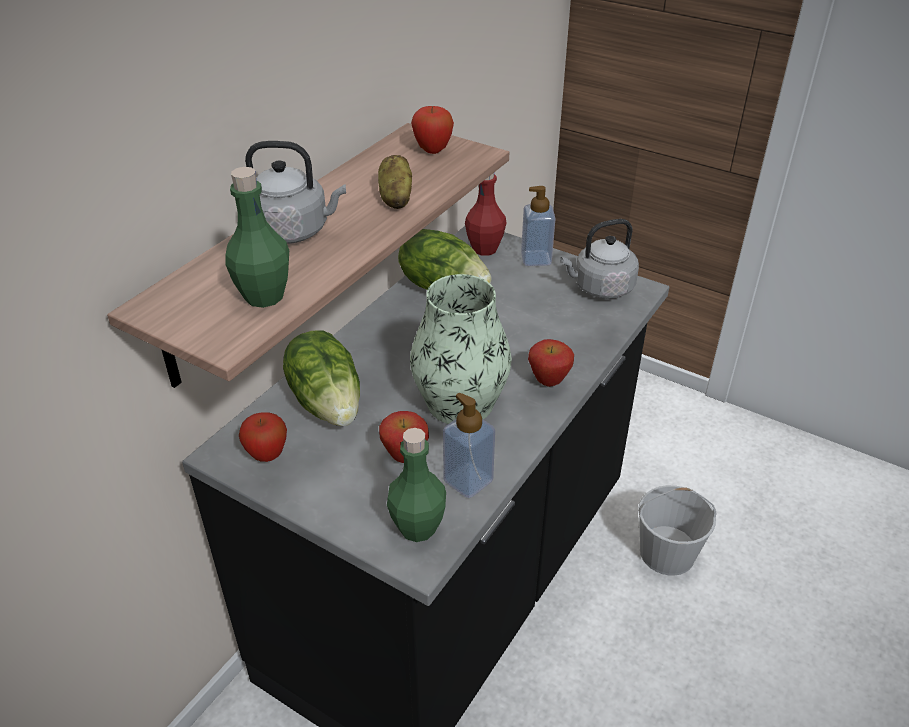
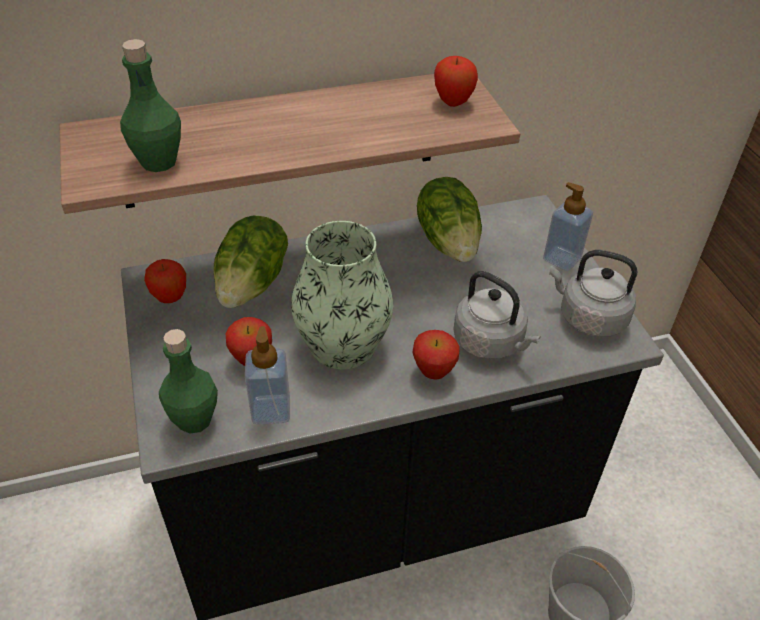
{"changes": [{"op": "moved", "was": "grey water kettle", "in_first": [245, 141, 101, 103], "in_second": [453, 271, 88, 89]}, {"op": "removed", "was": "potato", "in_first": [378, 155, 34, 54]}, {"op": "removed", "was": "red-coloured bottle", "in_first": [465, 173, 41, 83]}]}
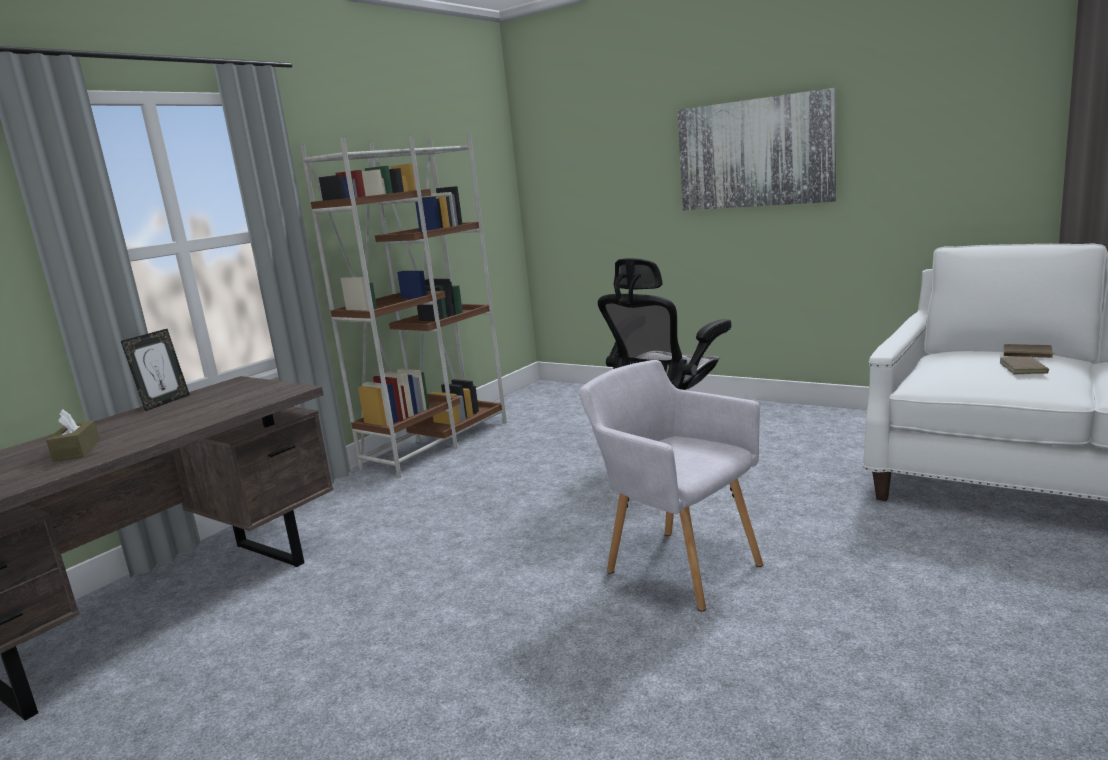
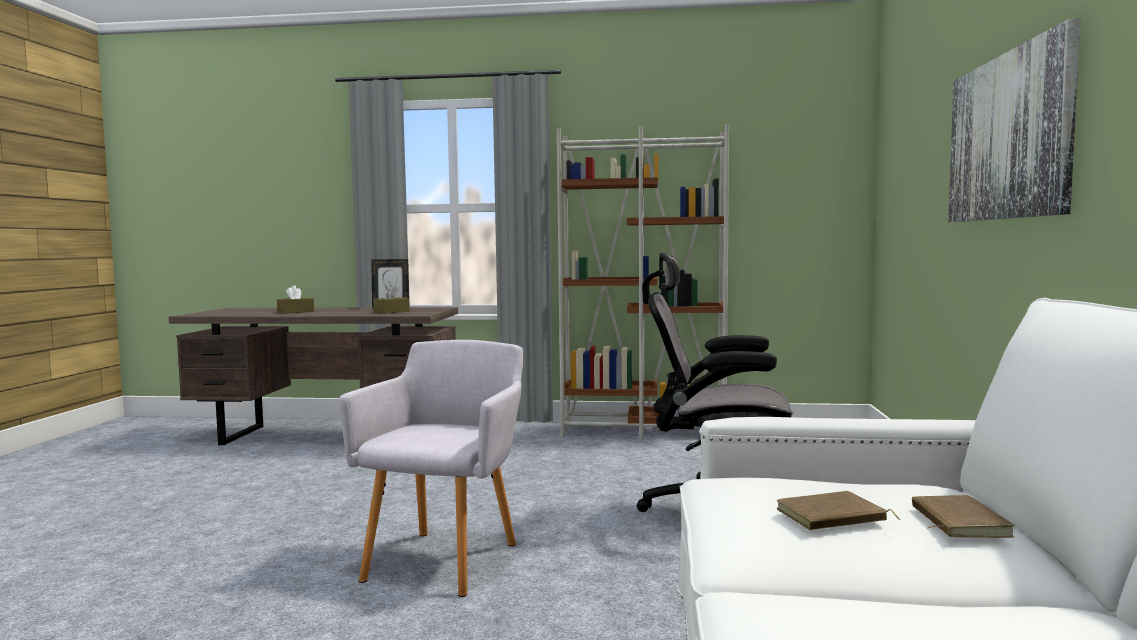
{"changes": [{"op": "added", "now": "brown-coloured box of tissues", "in_second": [373, 285, 37, 29]}]}
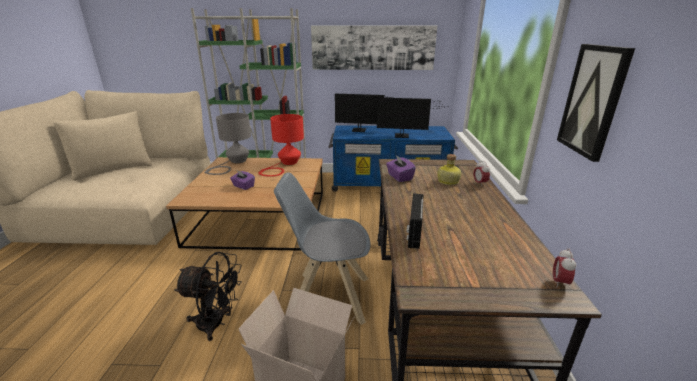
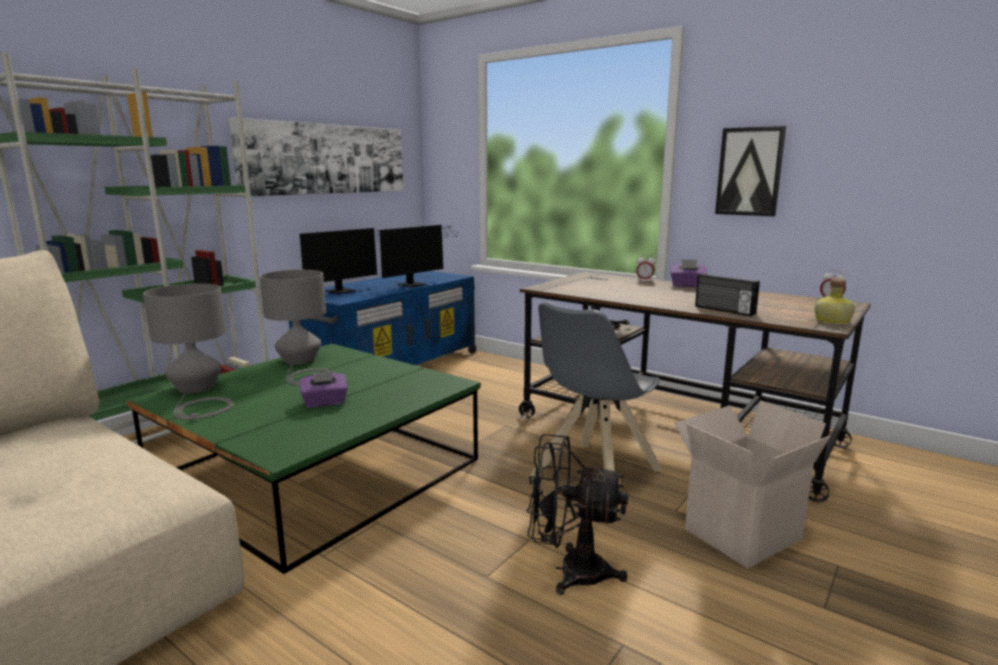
{"changes": [{"op": "recoloured", "was": "brown-coloured lounge table", "now": "green-coloured lounge table", "in_first": [166, 157, 157, 94], "in_second": [127, 344, 354, 230]}, {"op": "turned", "was": "blackish electric fan", "in_first": [174, 252, 68, 89], "in_second": [527, 434, 101, 161], "clockwise": -120}, {"op": "recoloured", "was": "red-coloured tabletop lamp", "now": "grey tabletop lamp", "in_first": [258, 114, 46, 63], "in_second": [260, 270, 74, 115]}, {"op": "moved", "was": "purple-coloured box of tissues", "in_first": [386, 155, 30, 27], "in_second": [670, 259, 37, 28]}, {"op": "moved", "was": "bottle", "in_first": [437, 154, 25, 31], "in_second": [815, 279, 40, 46]}]}
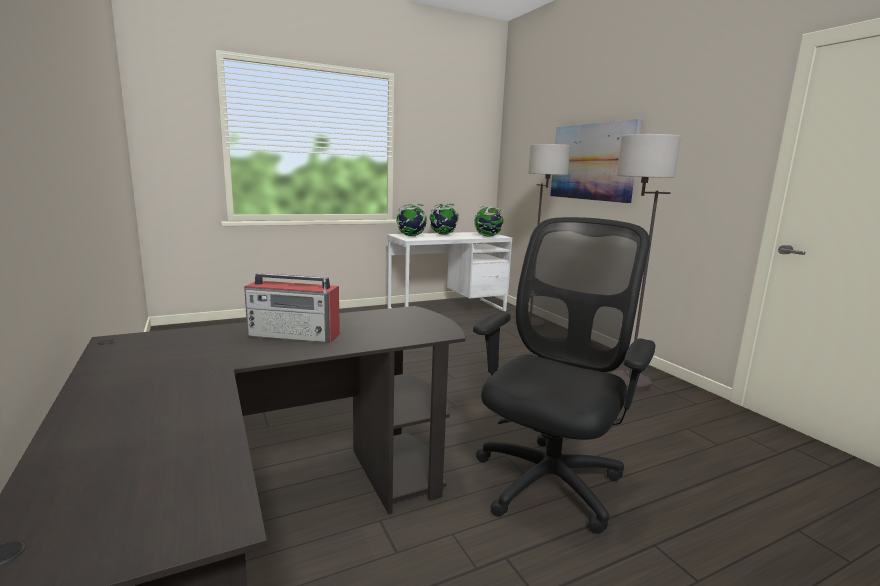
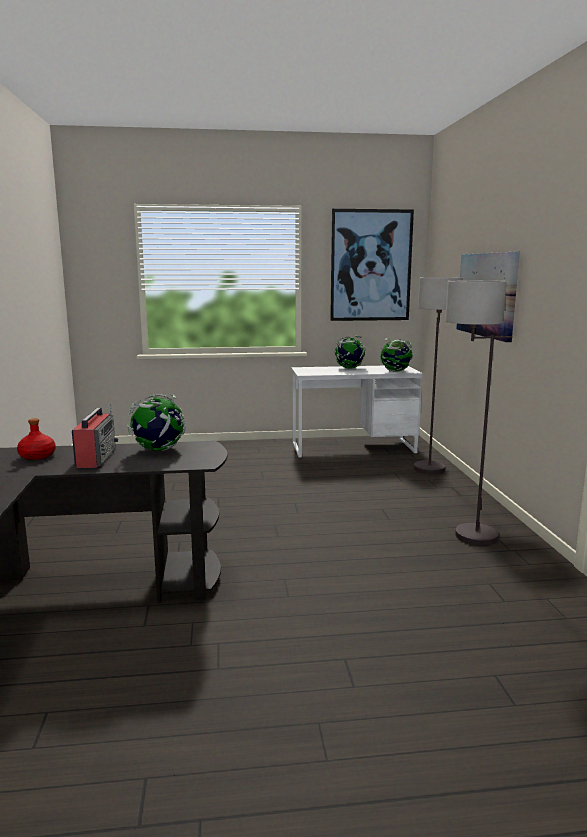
{"changes": [{"op": "turned", "was": "radio set", "in_first": [244, 273, 96, 70], "in_second": [72, 404, 46, 64], "clockwise": -120}, {"op": "moved", "was": "globe", "in_first": [396, 204, 31, 33], "in_second": [127, 394, 58, 57]}, {"op": "removed", "was": "blackish office chair", "in_first": [473, 217, 182, 317]}, {"op": "added", "now": "red-coloured bottle", "in_second": [17, 418, 39, 42]}, {"op": "added", "now": "wall picture", "in_second": [330, 209, 84, 112]}]}
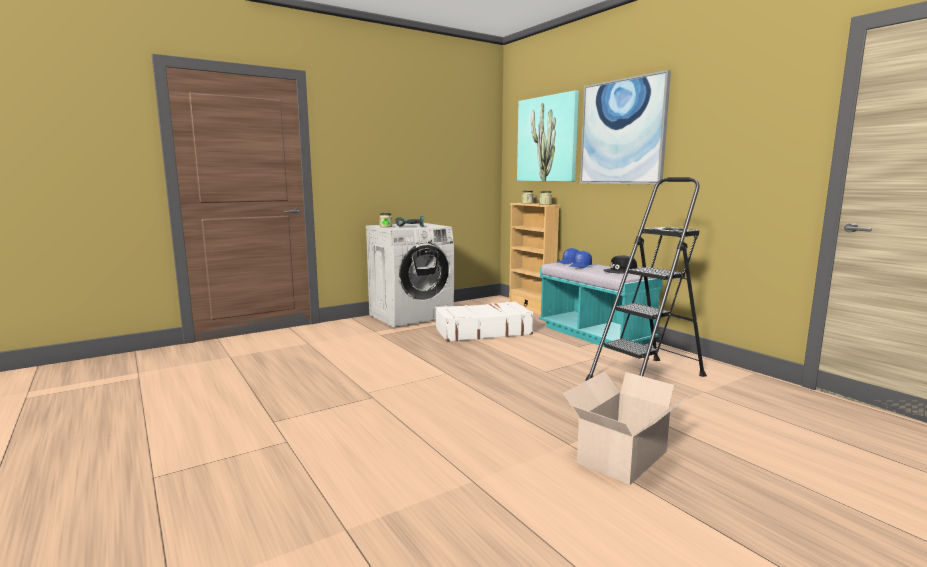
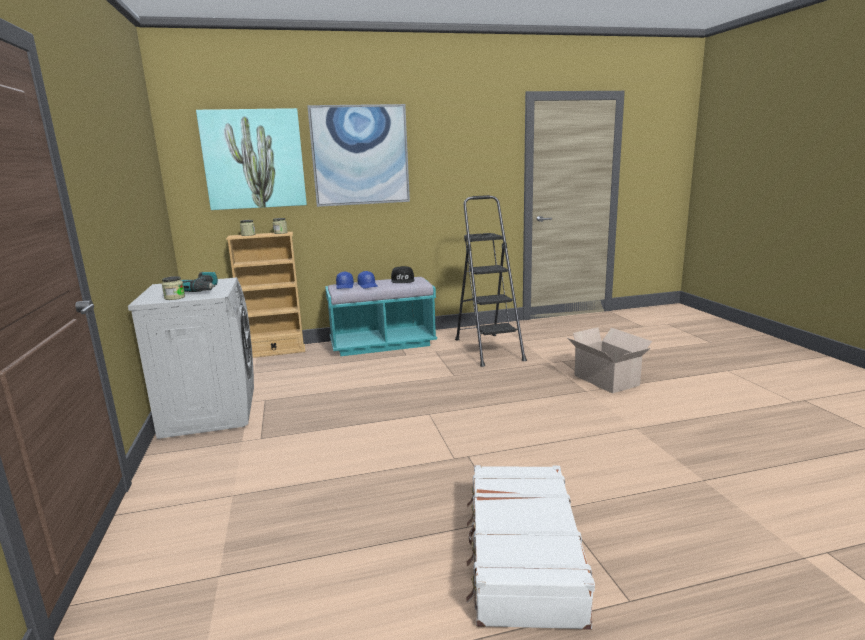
{"changes": [{"op": "moved", "was": "white-coloured piece of luggage", "in_first": [435, 301, 98, 41], "in_second": [466, 465, 129, 165]}]}
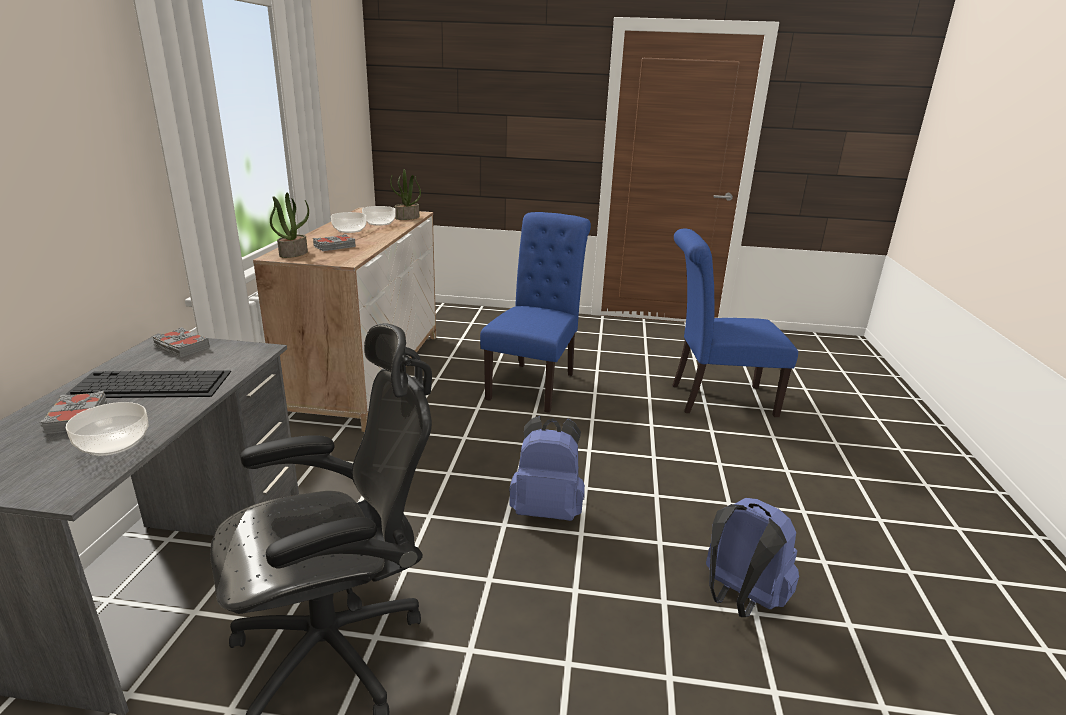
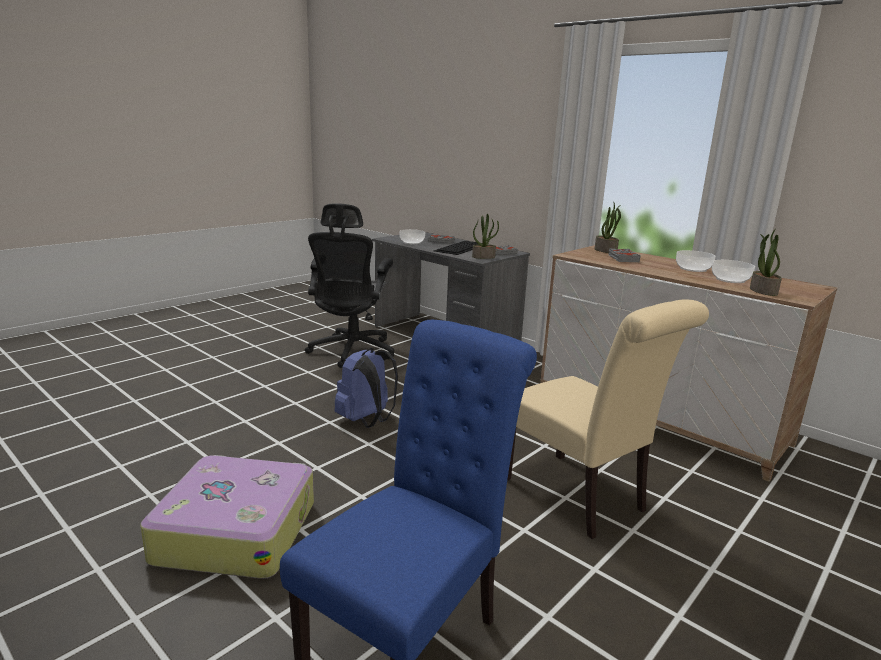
{"changes": [{"op": "recoloured", "was": "blue chair", "now": "beige chair", "in_first": [480, 212, 111, 201], "in_second": [507, 299, 202, 240]}, {"op": "removed", "was": "blue knapsack", "in_first": [706, 498, 93, 119]}, {"op": "added", "now": "piece of luggage", "in_second": [140, 455, 174, 124]}, {"op": "added", "now": "houseplant", "in_second": [472, 214, 27, 45]}]}
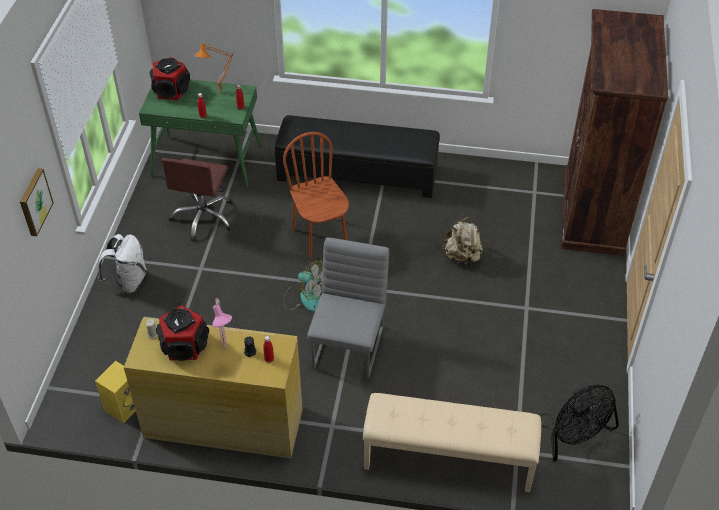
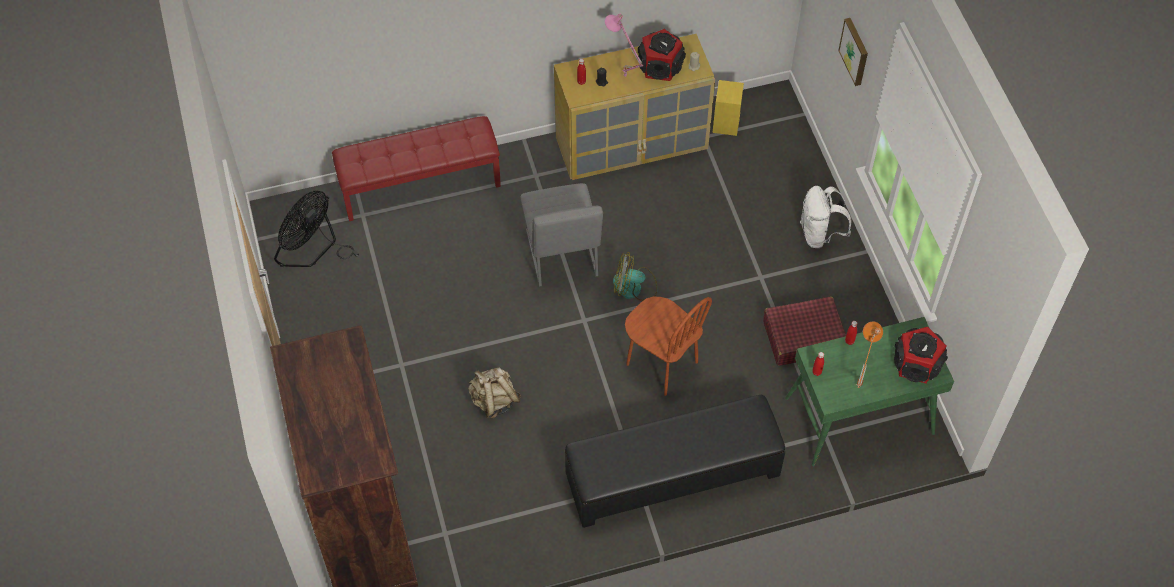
{"changes": [{"op": "replaced", "was": "brown-coloured office chair", "now": "red-coloured piece of luggage", "in_first": [162, 158, 71, 83], "in_second": [763, 297, 83, 69]}, {"op": "recoloured", "was": "beige bench", "now": "red-coloured bench", "in_first": [363, 393, 178, 99], "in_second": [332, 116, 169, 105]}]}
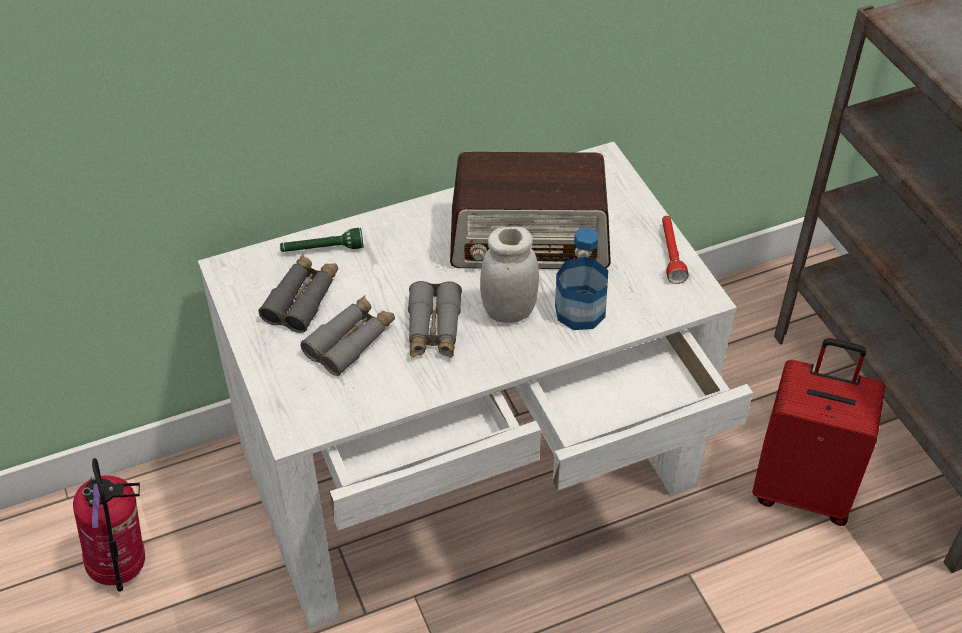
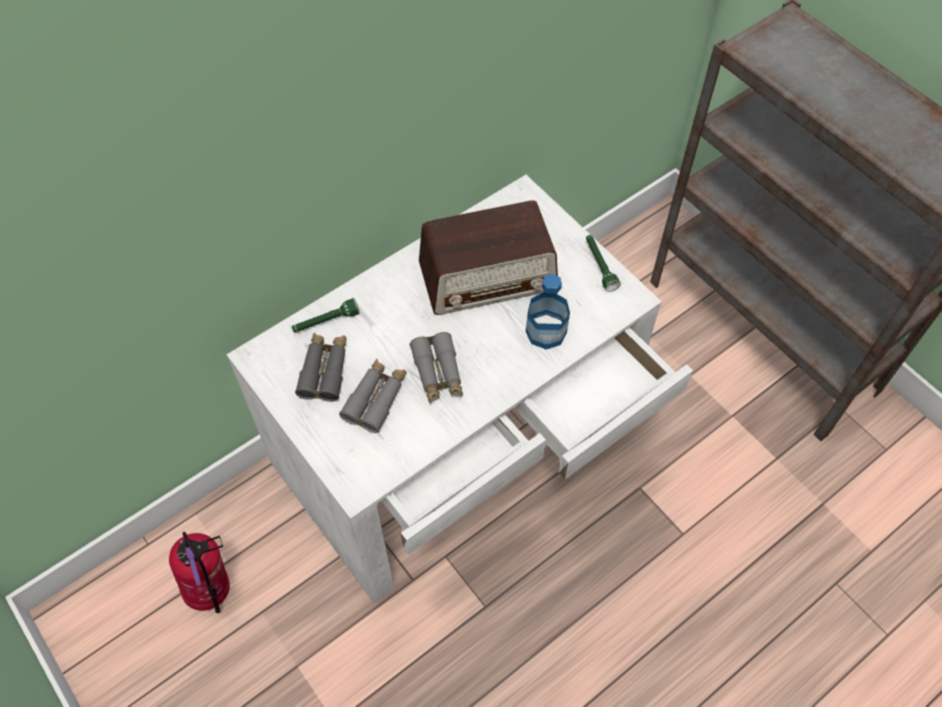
{"changes": [{"op": "removed", "was": "white-coloured preserve jar", "in_first": [480, 226, 59, 97]}, {"op": "recoloured", "was": "red-coloured hand torch", "now": "green-coloured hand torch", "in_first": [662, 216, 26, 68], "in_second": [586, 235, 35, 57]}, {"op": "removed", "was": "red-coloured piece of luggage", "in_first": [752, 338, 133, 188]}]}
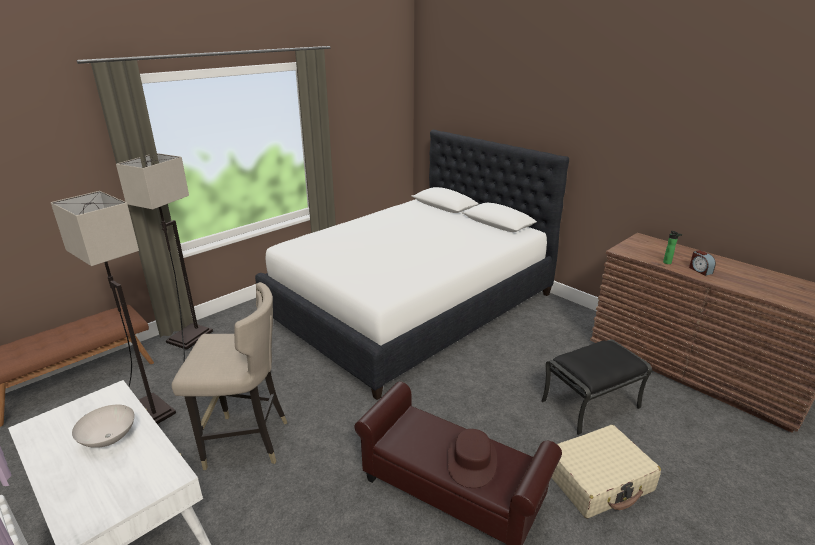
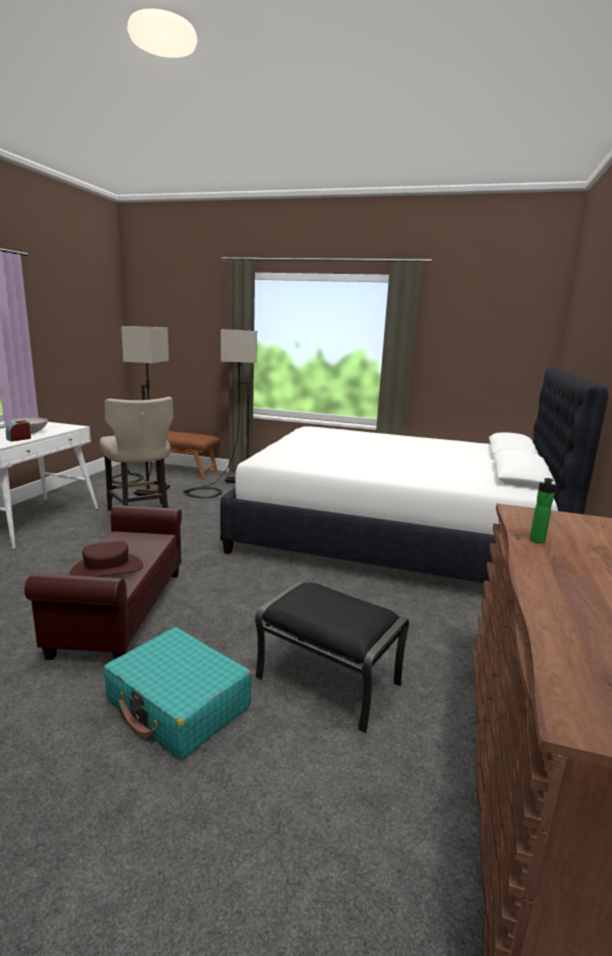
{"changes": [{"op": "recoloured", "was": "beige piece of luggage", "now": "blue-green piece of luggage", "in_first": [551, 425, 110, 93], "in_second": [103, 627, 149, 133]}, {"op": "moved", "was": "table clock", "in_first": [689, 250, 27, 26], "in_second": [6, 420, 25, 22]}]}
